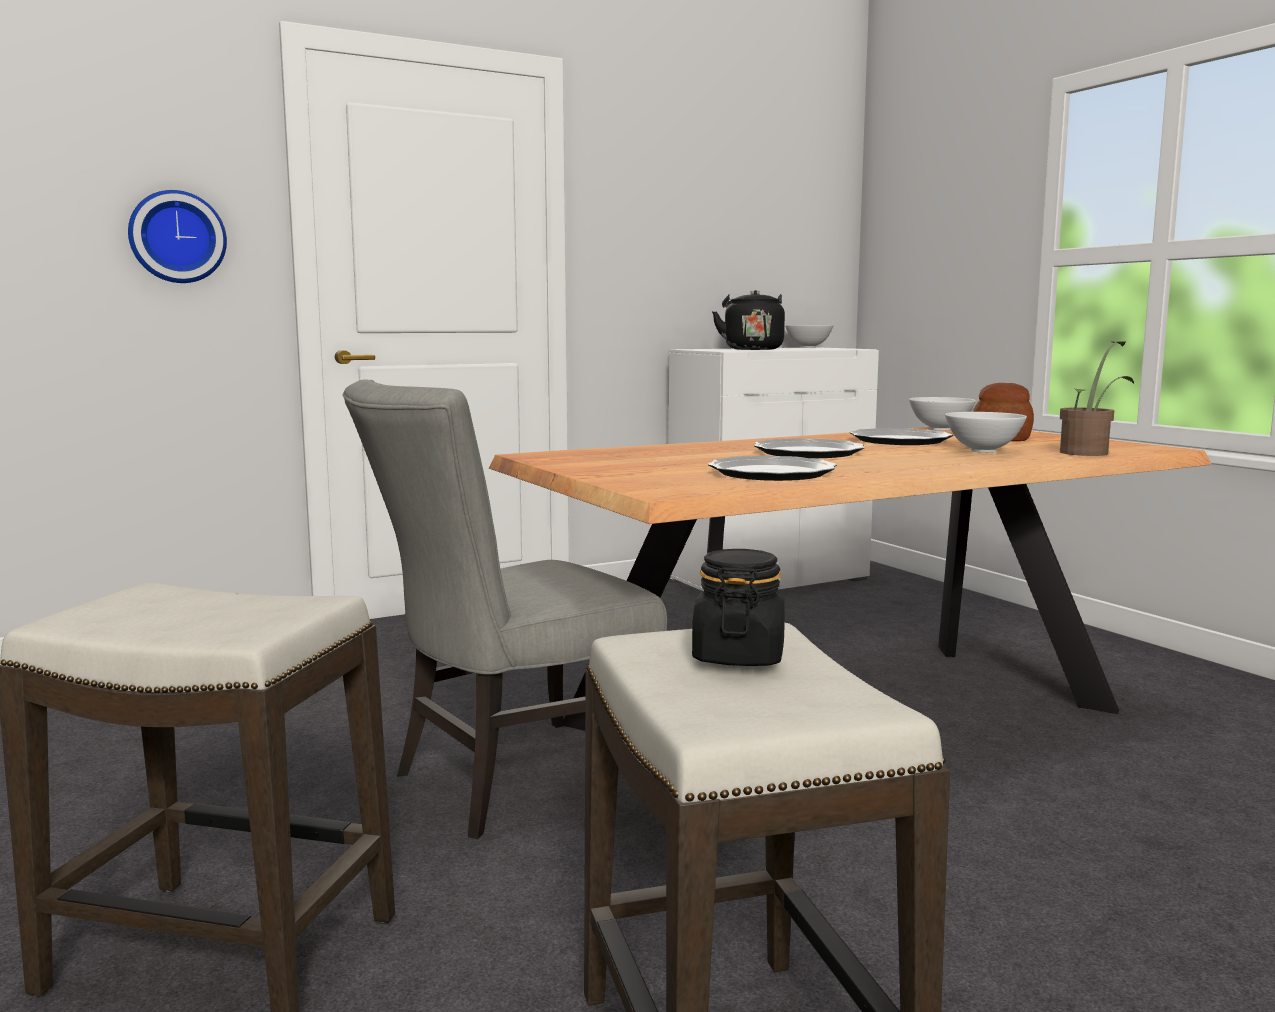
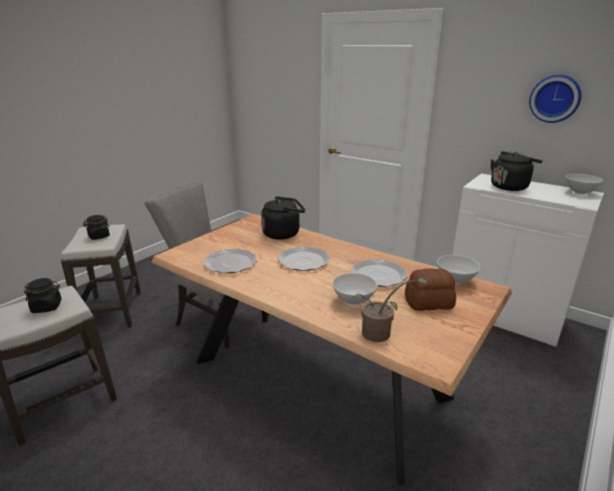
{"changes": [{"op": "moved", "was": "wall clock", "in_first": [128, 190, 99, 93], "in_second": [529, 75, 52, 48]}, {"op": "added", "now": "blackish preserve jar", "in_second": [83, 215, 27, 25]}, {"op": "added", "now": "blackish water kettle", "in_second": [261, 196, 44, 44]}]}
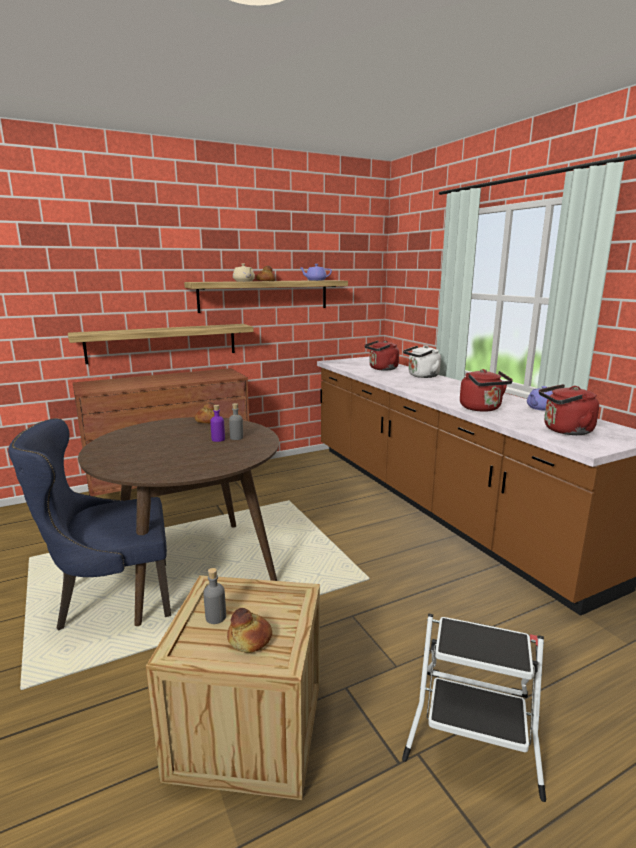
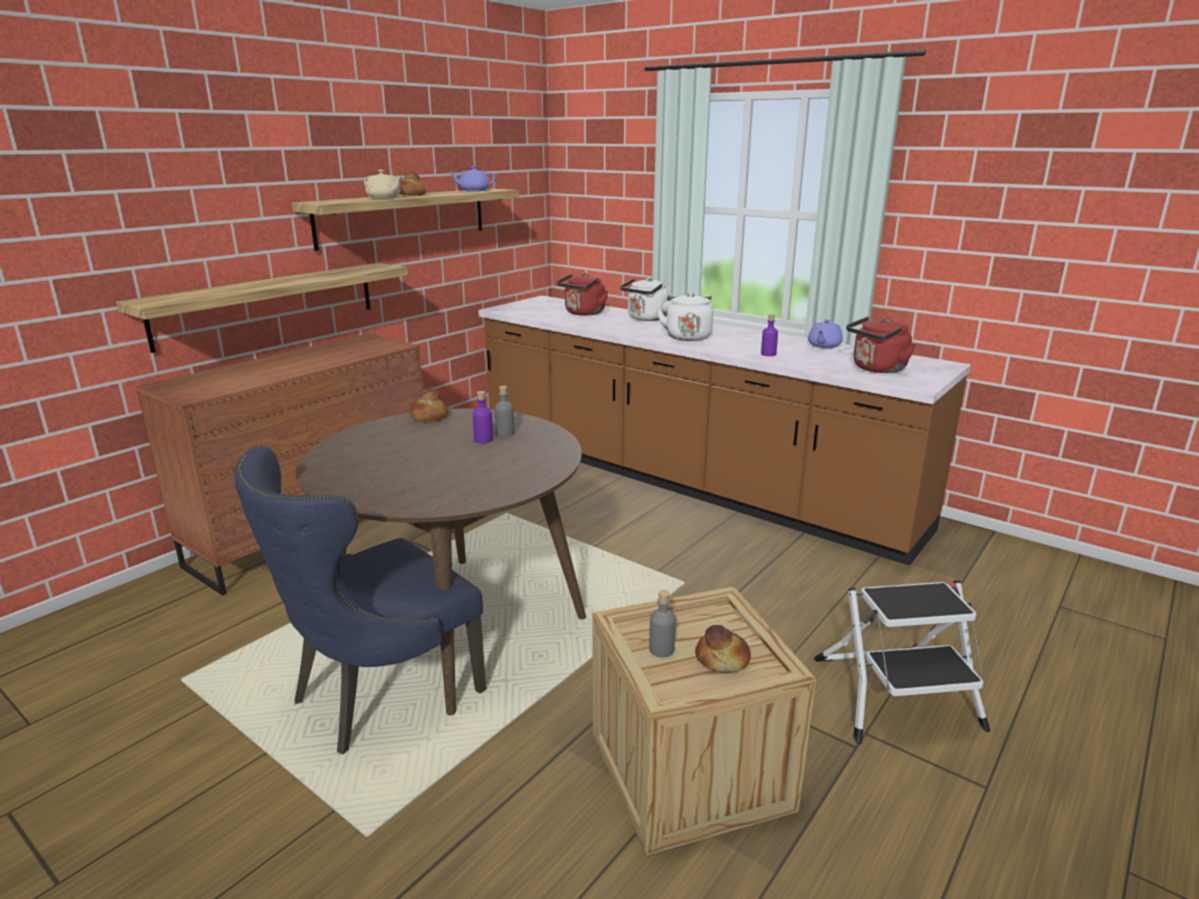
{"changes": [{"op": "replaced", "was": "red-coloured water kettle", "now": "purple-coloured bottle", "in_first": [460, 369, 53, 43], "in_second": [761, 314, 17, 42]}, {"op": "added", "now": "white-coloured water kettle", "in_second": [657, 293, 56, 48]}]}
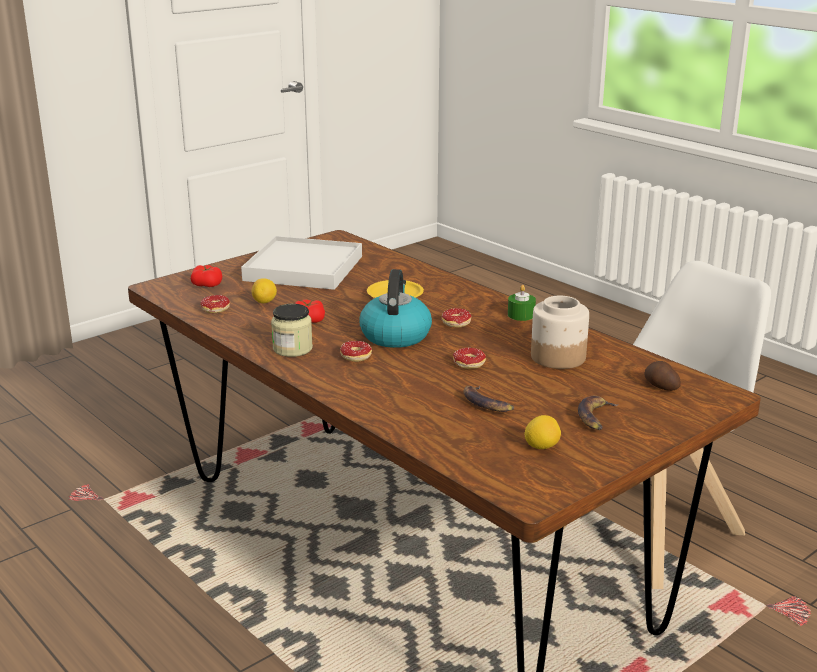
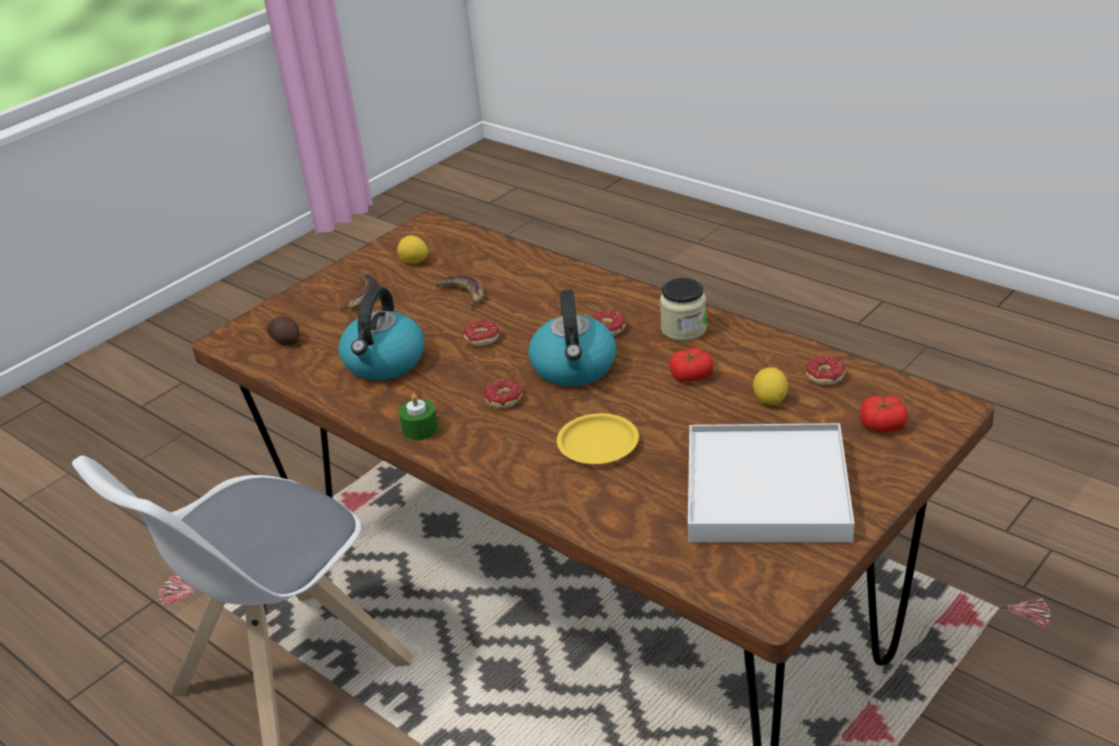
{"changes": [{"op": "replaced", "was": "preserve jar", "now": "water kettle", "in_first": [531, 296, 58, 73], "in_second": [339, 286, 85, 94]}]}
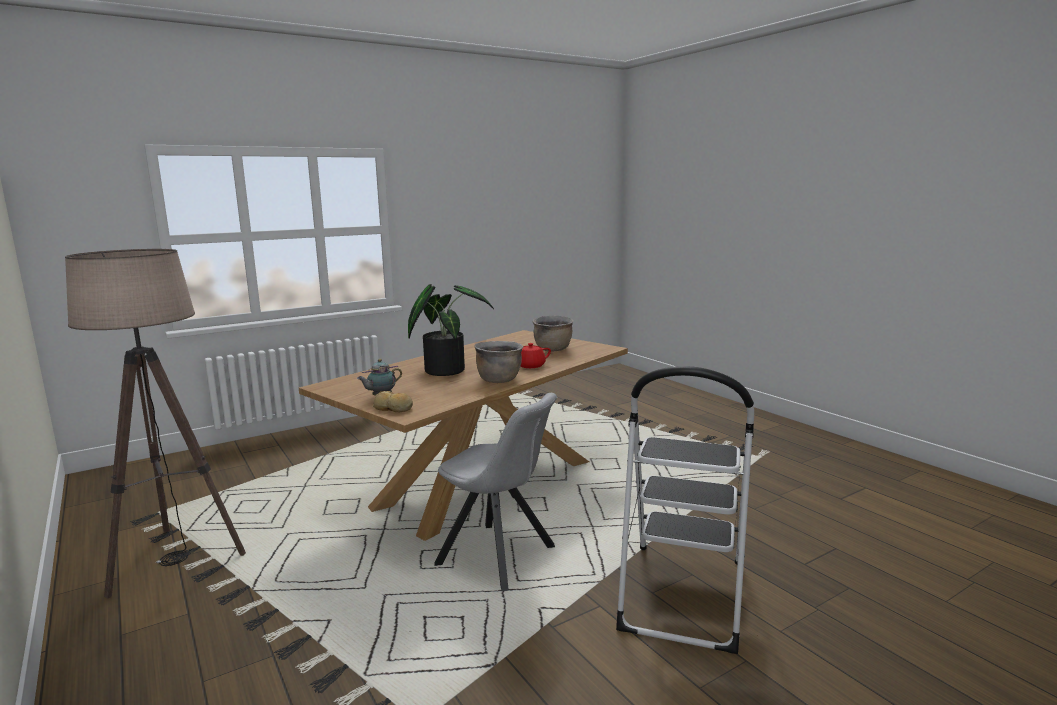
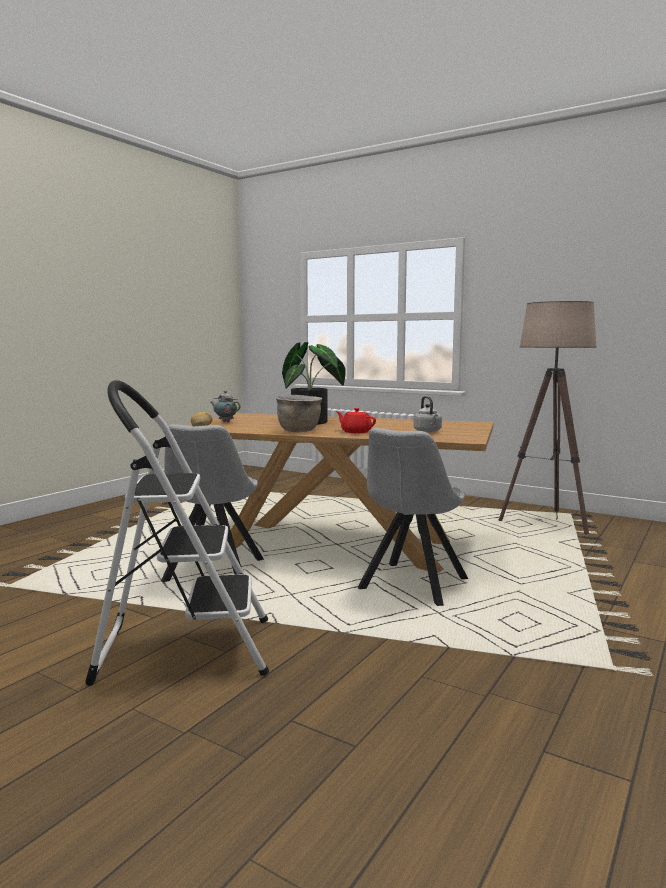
{"changes": [{"op": "moved", "was": "standard lamp", "in_first": [65, 249, 181, 349], "in_second": [499, 301, 98, 234]}, {"op": "replaced", "was": "brown-coloured cooking pot", "now": "grey water kettle", "in_first": [533, 315, 41, 37], "in_second": [413, 396, 29, 36]}, {"op": "added", "now": "grey chair", "in_second": [358, 428, 110, 178]}]}
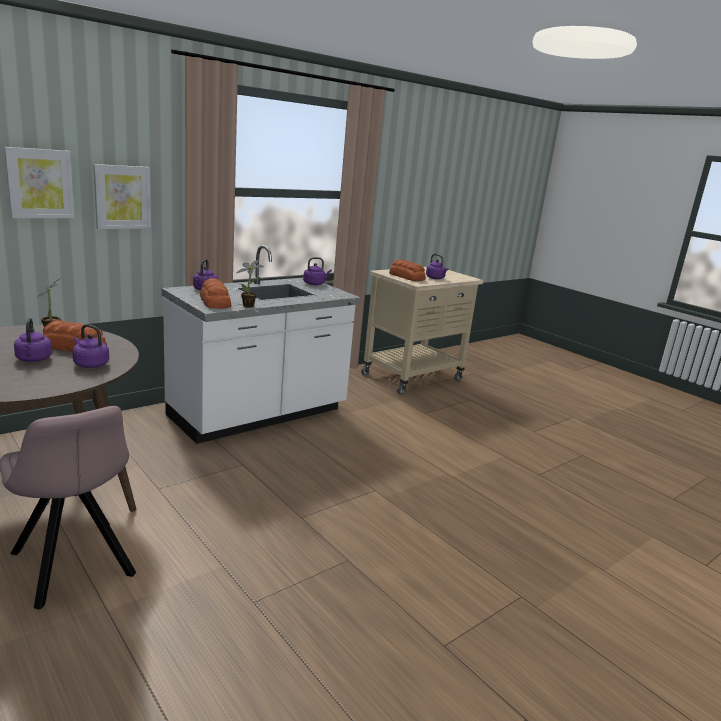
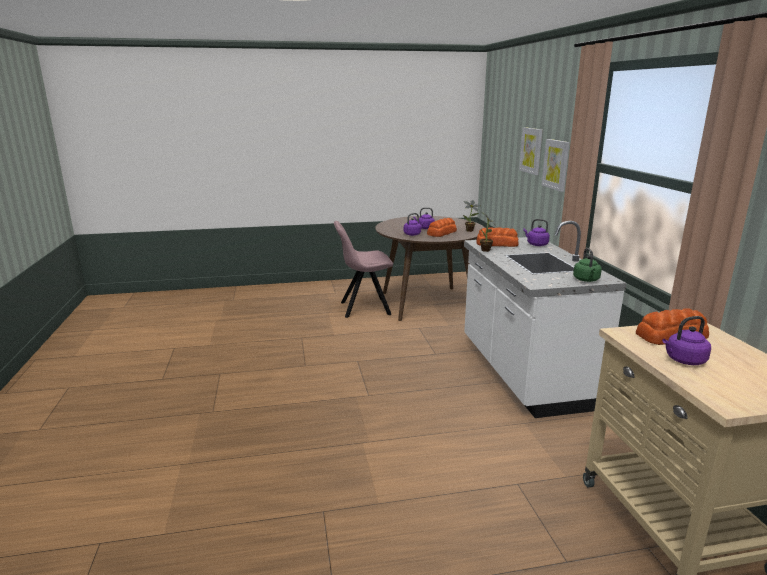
{"changes": [{"op": "recoloured", "was": "purple-coloured water kettle", "now": "green-coloured water kettle", "in_first": [303, 257, 29, 28], "in_second": [573, 248, 29, 34]}]}
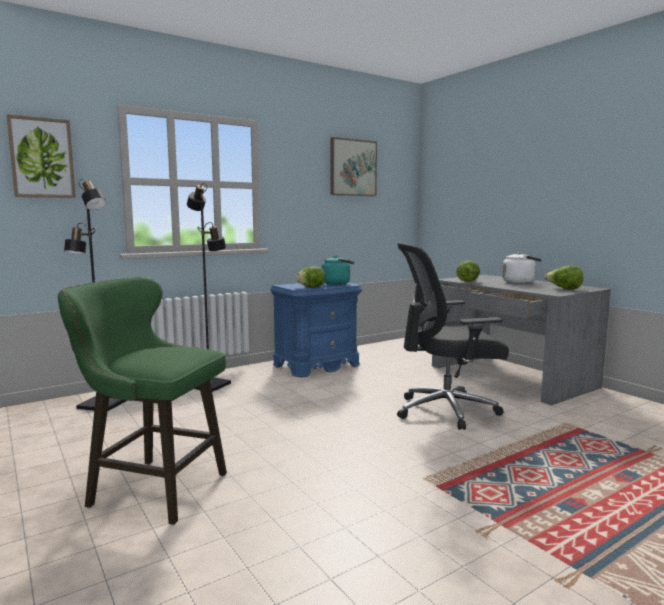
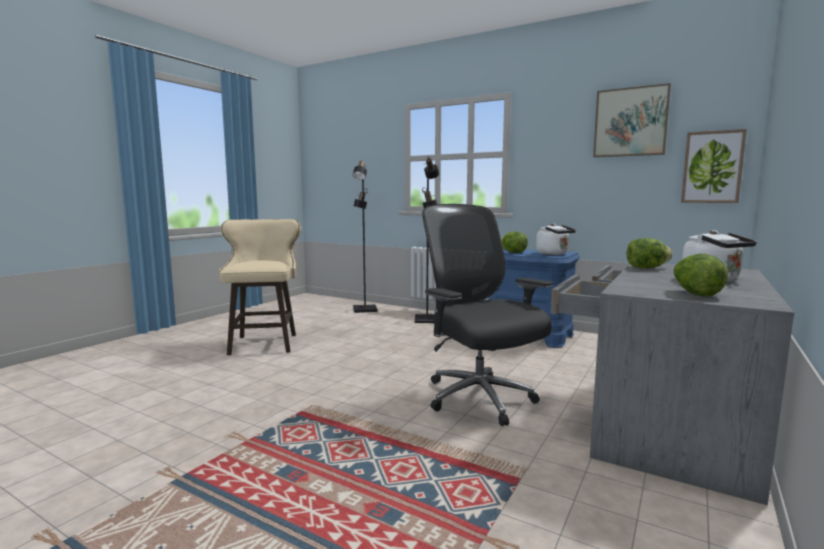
{"changes": [{"op": "moved", "was": "wall picture", "in_first": [7, 114, 69, 84], "in_second": [681, 129, 66, 74]}, {"op": "recoloured", "was": "green-coloured stool", "now": "beige stool", "in_first": [58, 277, 169, 248], "in_second": [219, 219, 82, 136]}, {"op": "recoloured", "was": "blue-green water kettle", "now": "white-coloured water kettle", "in_first": [322, 256, 32, 29], "in_second": [536, 223, 40, 32]}]}
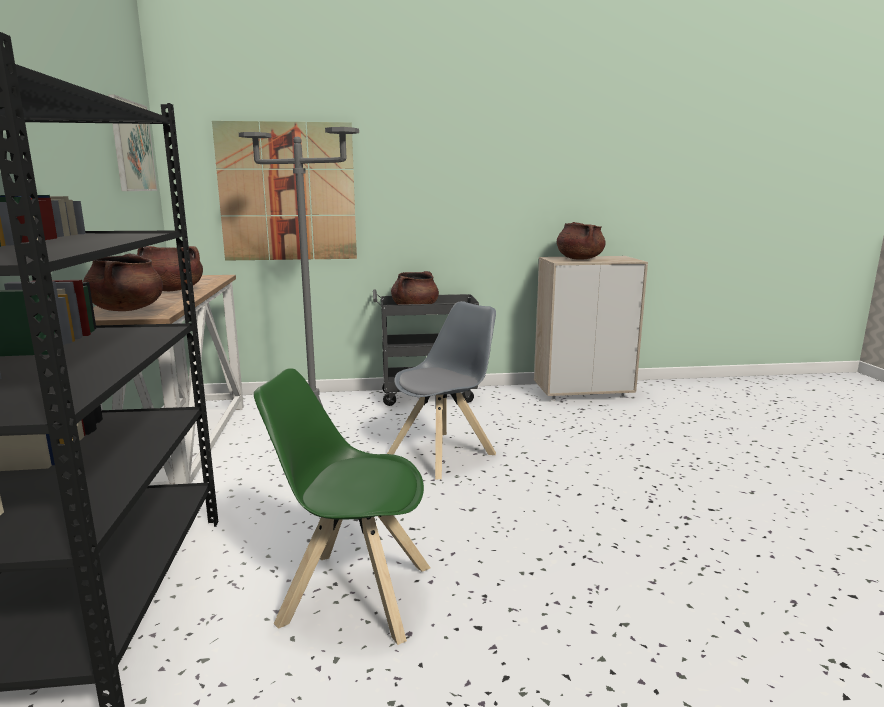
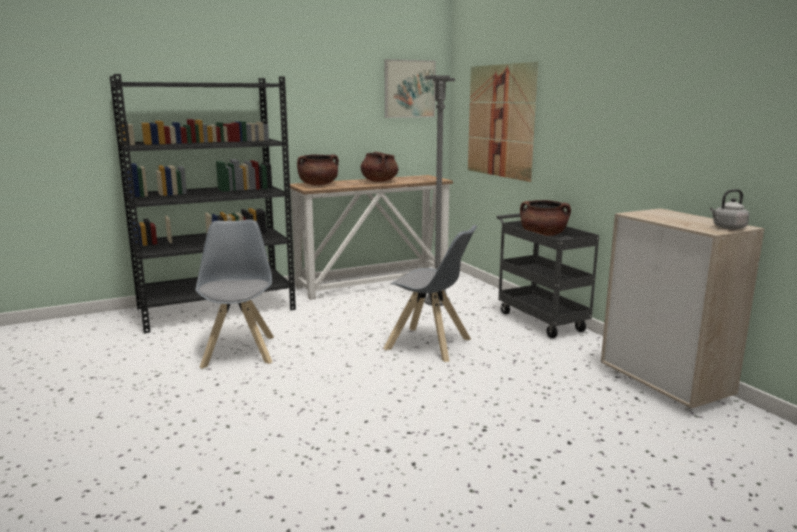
{"changes": [{"op": "recoloured", "was": "green-coloured chair", "now": "grey chair", "in_first": [254, 368, 176, 277], "in_second": [195, 220, 79, 149]}, {"op": "removed", "was": "brown-coloured cooking pot", "in_first": [557, 222, 49, 37]}, {"op": "added", "now": "grey water kettle", "in_second": [710, 189, 39, 41]}]}
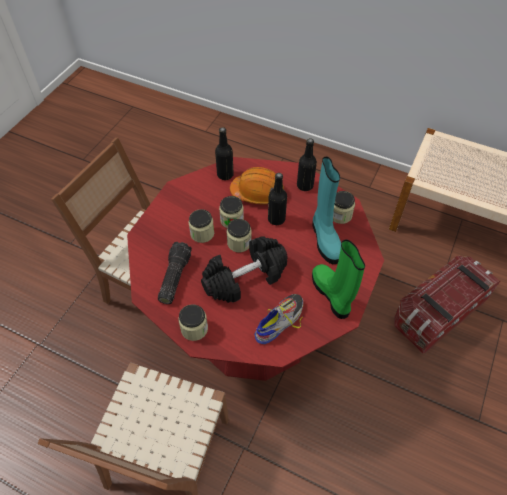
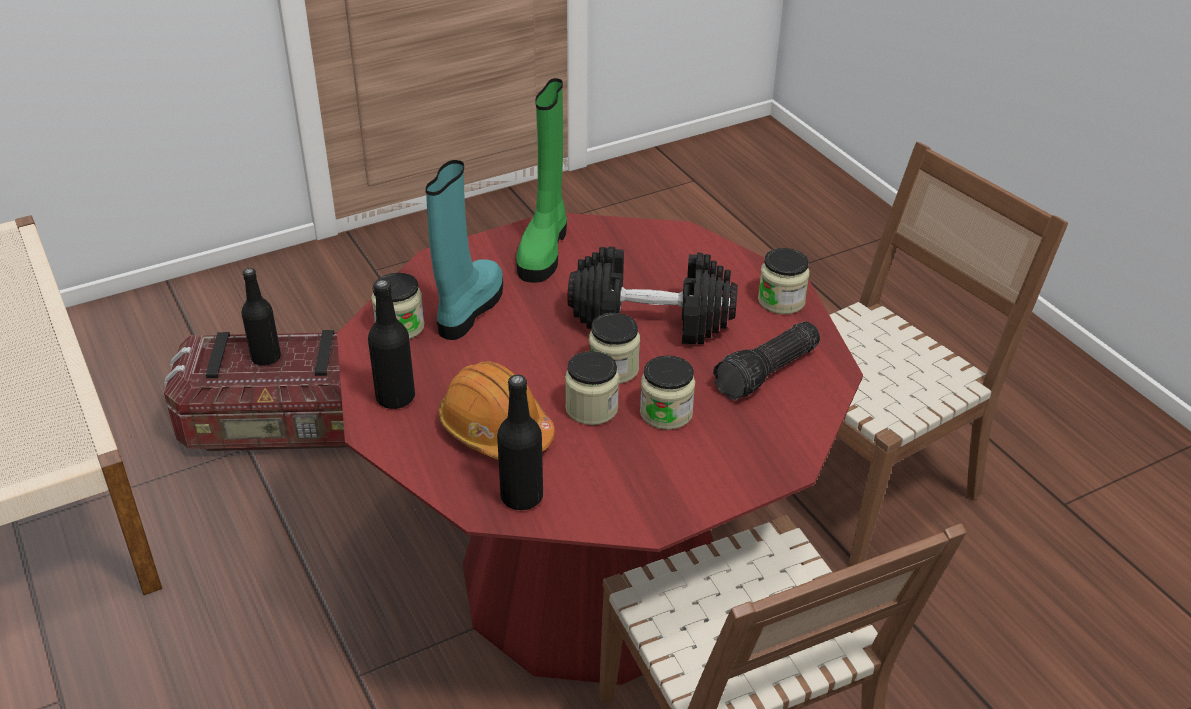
{"changes": [{"op": "removed", "was": "item of footwear", "in_first": [254, 294, 49, 50]}, {"op": "moved", "was": "blackish bottle", "in_first": [268, 173, 19, 52], "in_second": [241, 268, 40, 98]}]}
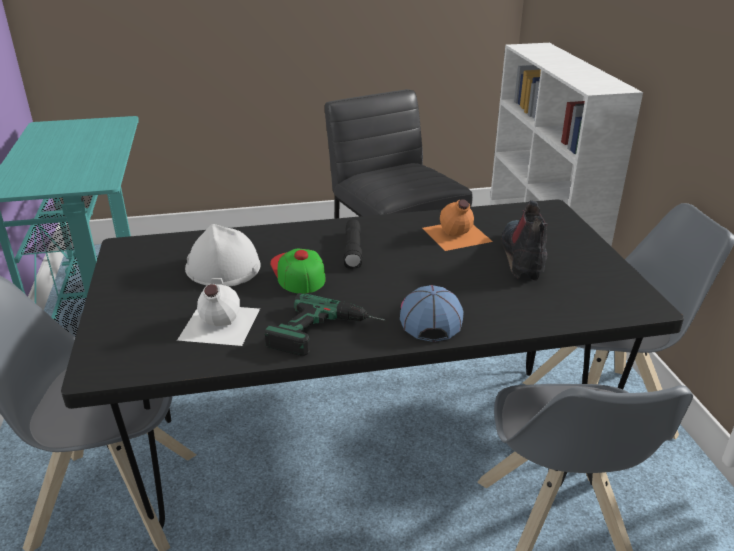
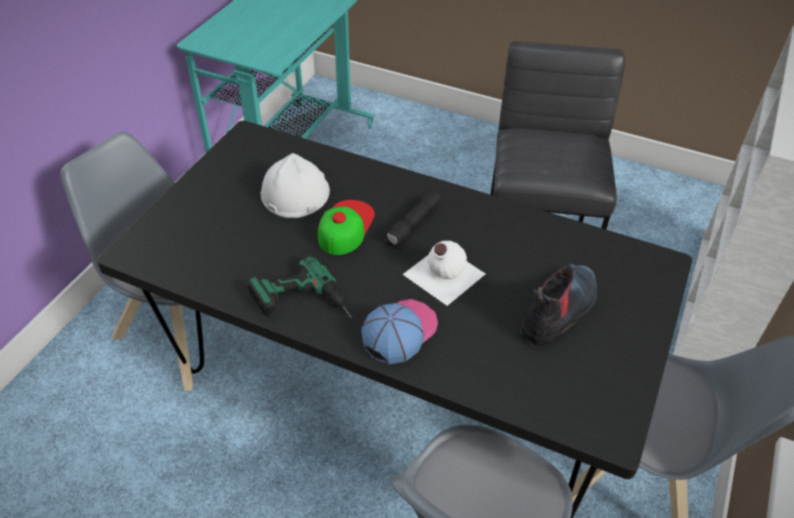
{"changes": [{"op": "moved", "was": "white-coloured bottle", "in_first": [177, 284, 83, 62], "in_second": [403, 241, 82, 65]}, {"op": "removed", "was": "orange bottle", "in_first": [423, 199, 70, 52]}]}
